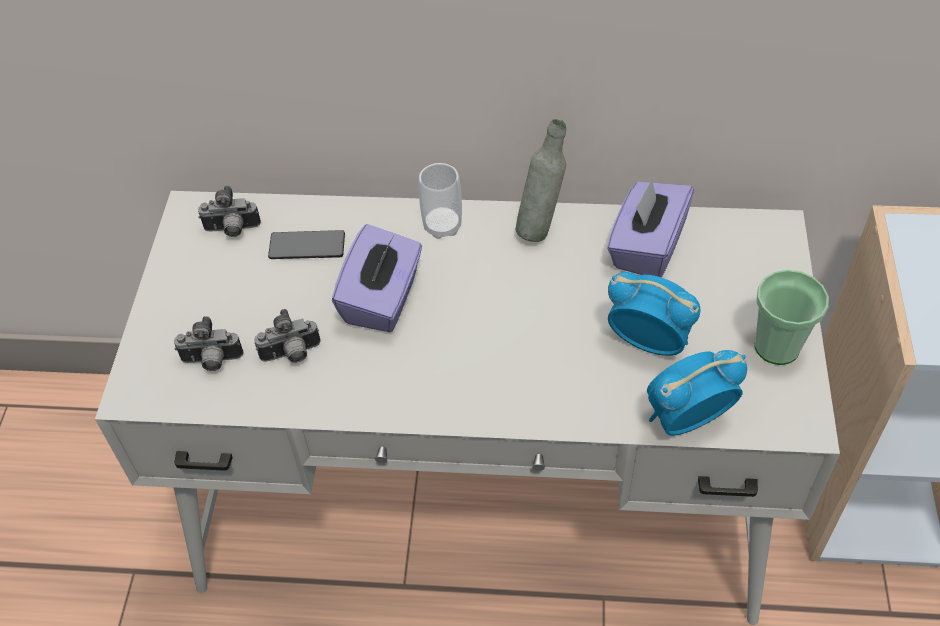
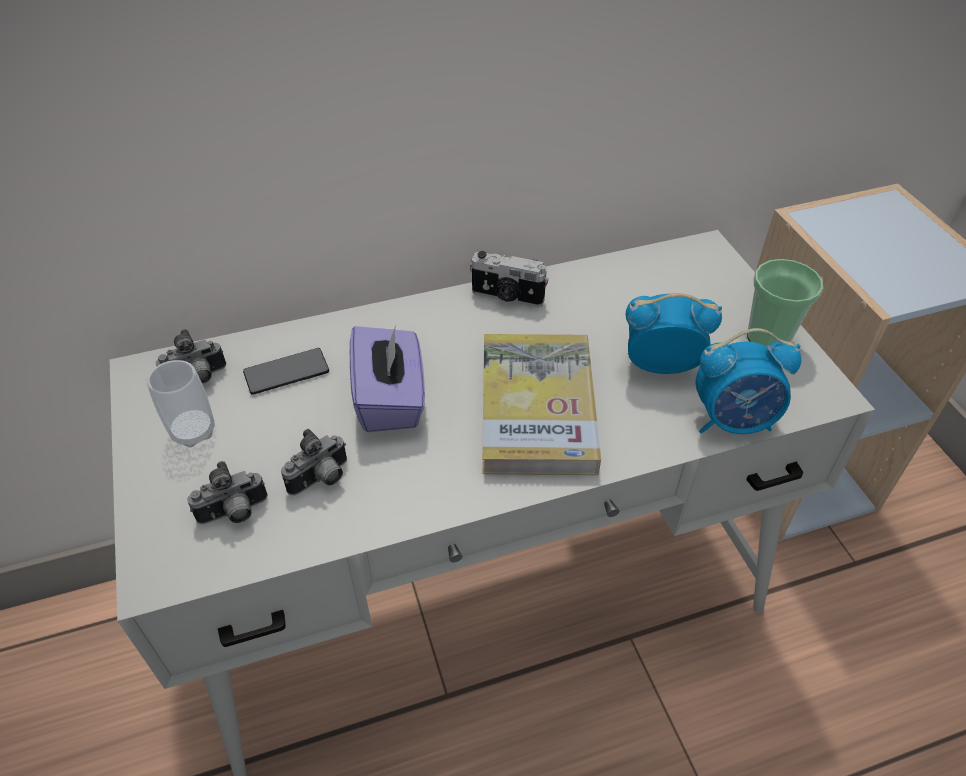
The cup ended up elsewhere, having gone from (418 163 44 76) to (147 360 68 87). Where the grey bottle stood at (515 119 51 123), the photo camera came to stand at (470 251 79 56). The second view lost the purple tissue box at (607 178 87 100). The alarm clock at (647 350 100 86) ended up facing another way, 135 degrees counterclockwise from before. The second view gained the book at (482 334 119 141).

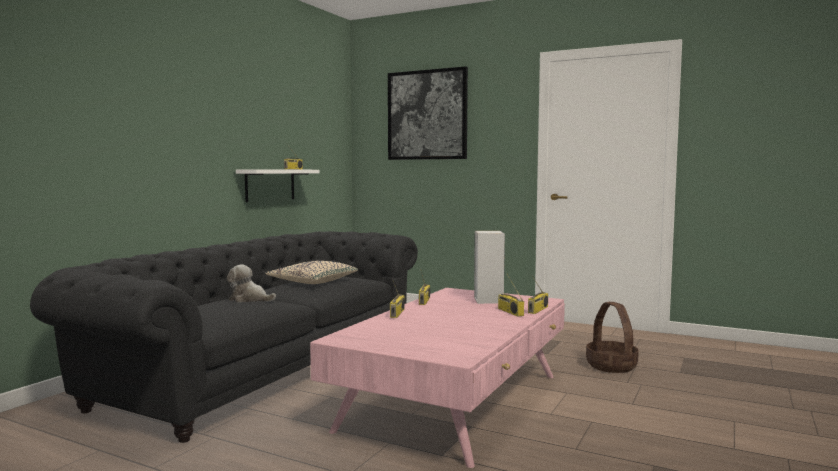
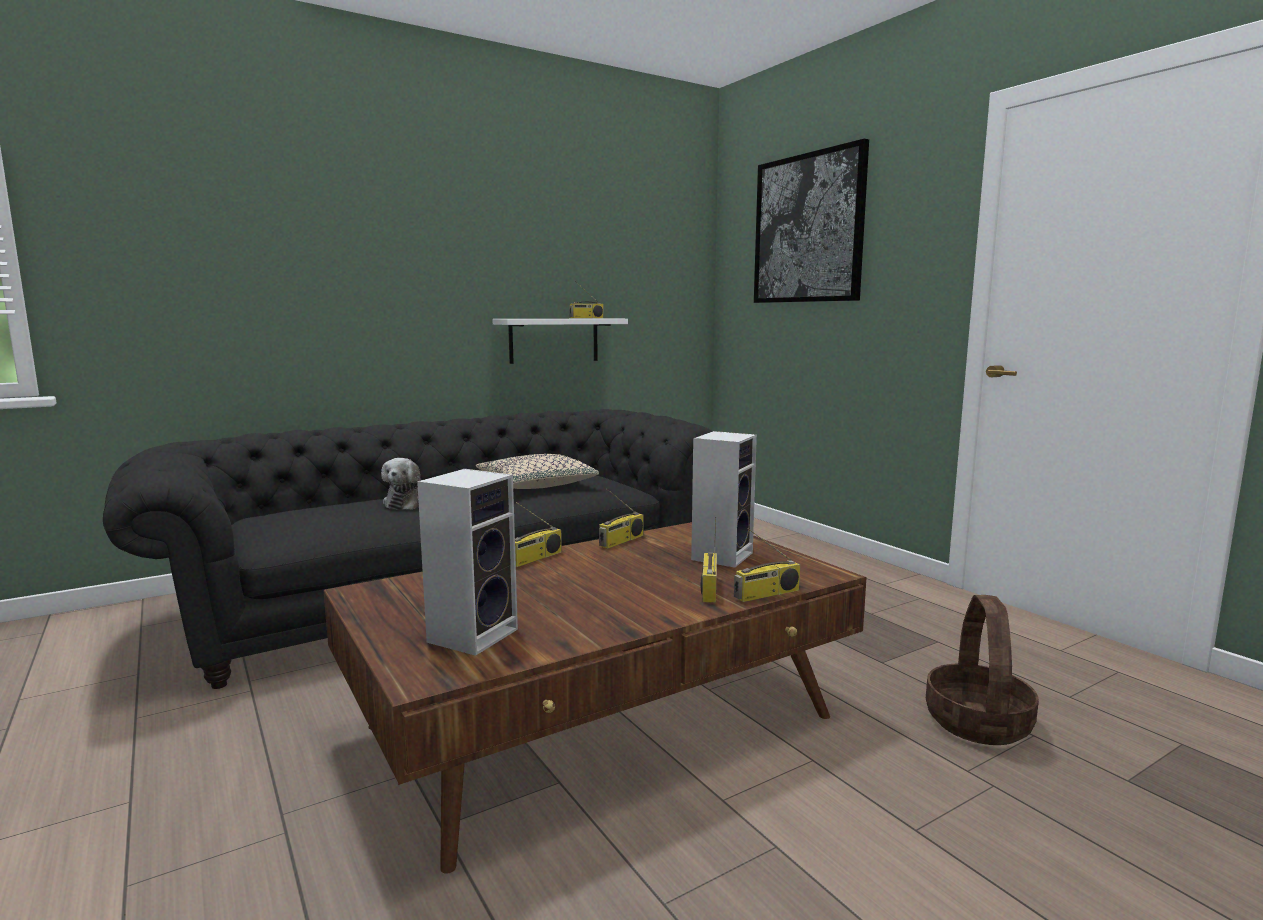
The plush toy at (227 264 49 38) ended up facing another way, 135 degrees counterclockwise from before. What was the pink coffee table at (310 288 255 180) turned into the brown coffee table at (324 522 543 352). The second view gained the speaker at (417 469 101 187).

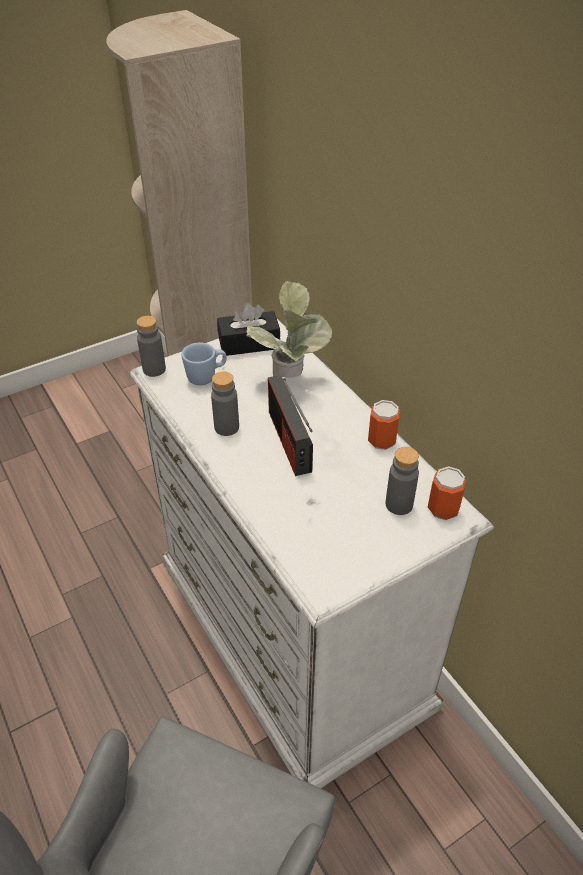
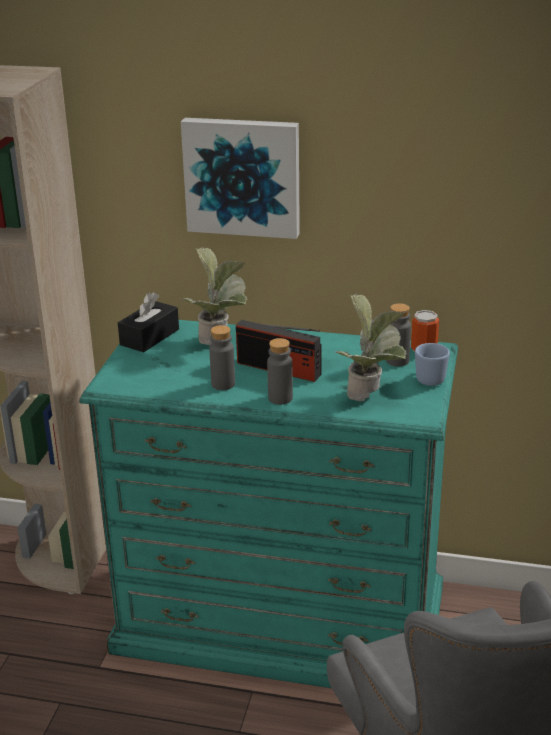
What was the white dresser at (129 319 365 469) turned into the turquoise dresser at (79 320 379 368). The grey bottle ended up elsewhere, having gone from (137 316 29 61) to (267 338 26 67). The blue mug ended up elsewhere, having gone from (181 343 46 42) to (415 343 35 43). The second view lost the can at (368 400 32 50). The second view gained the picture at (181 118 119 121). The second view gained the potted plant at (336 293 71 108).

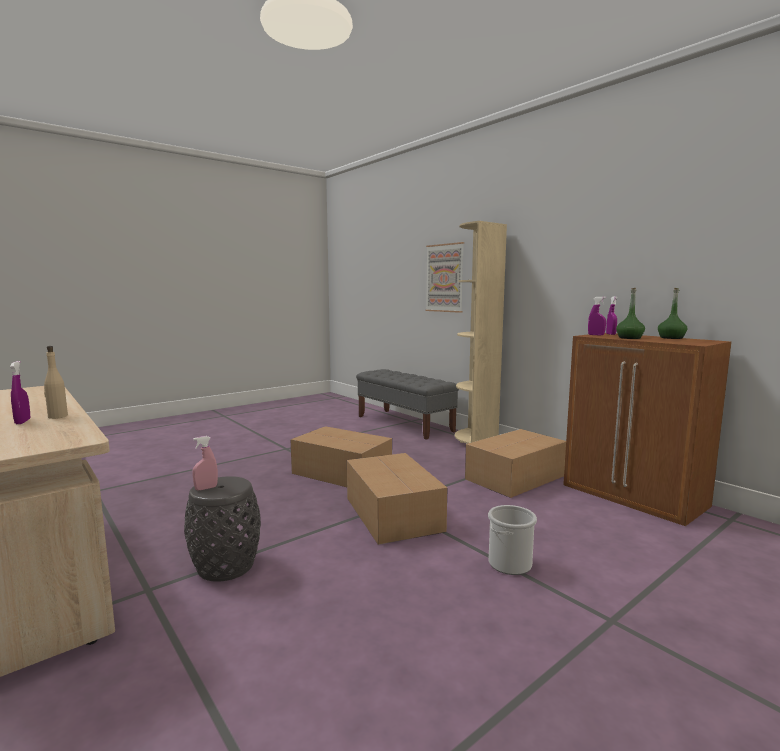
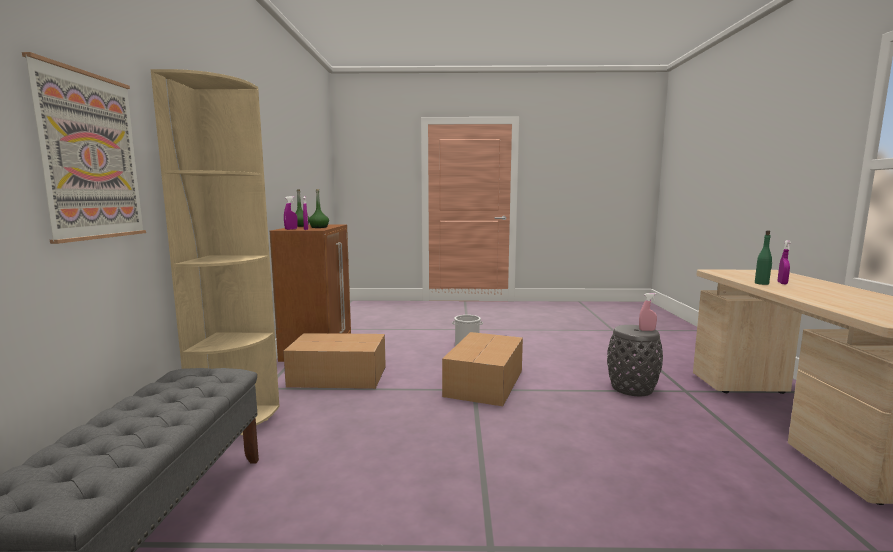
What was the beige bottle at (44 346 24 73) turned into the green bottle at (755 230 17 55). The second view lost the cardboard box at (290 426 102 61).

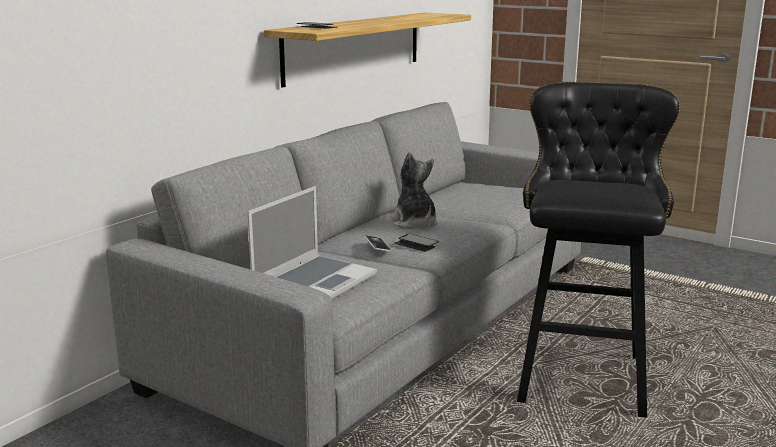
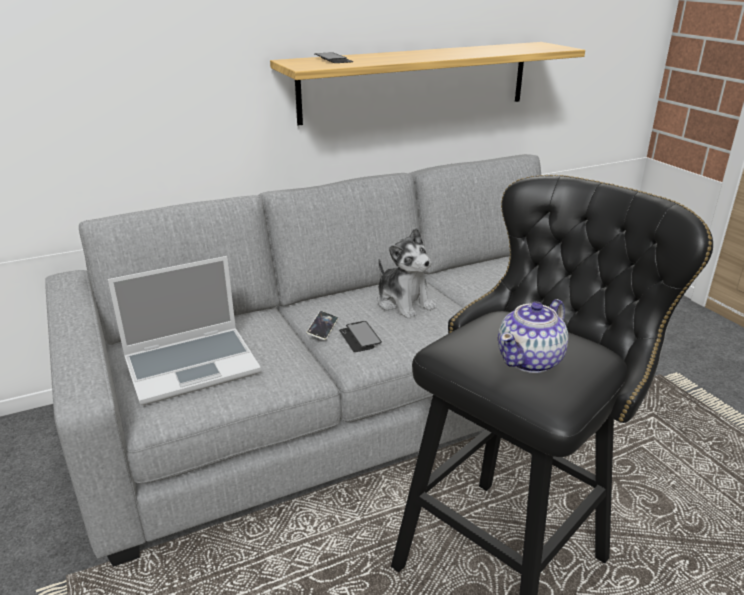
The plush toy at (391 152 47 77) ended up facing another way, 135 degrees clockwise from before. The second view gained the teapot at (498 299 71 74).

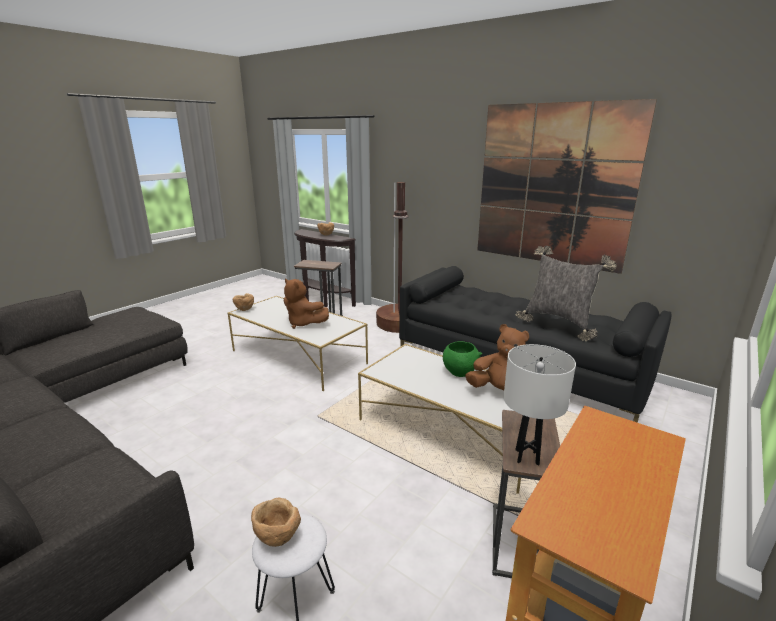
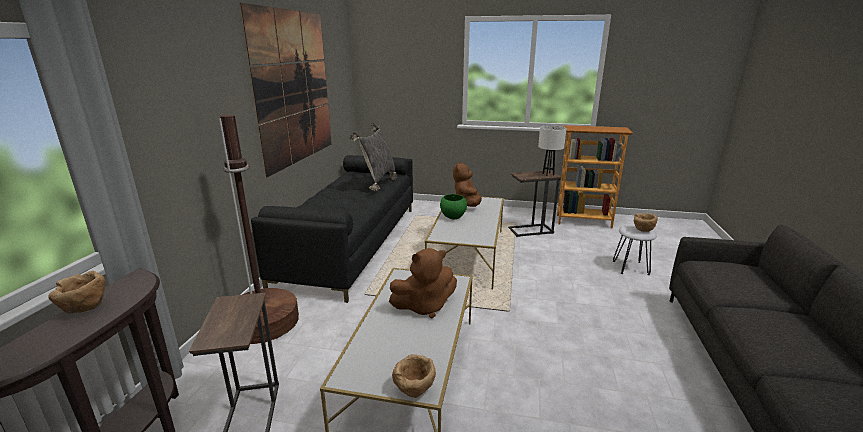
The brown plush toy at (284 279 45 50) ended up facing another way, 60 degrees clockwise from before.

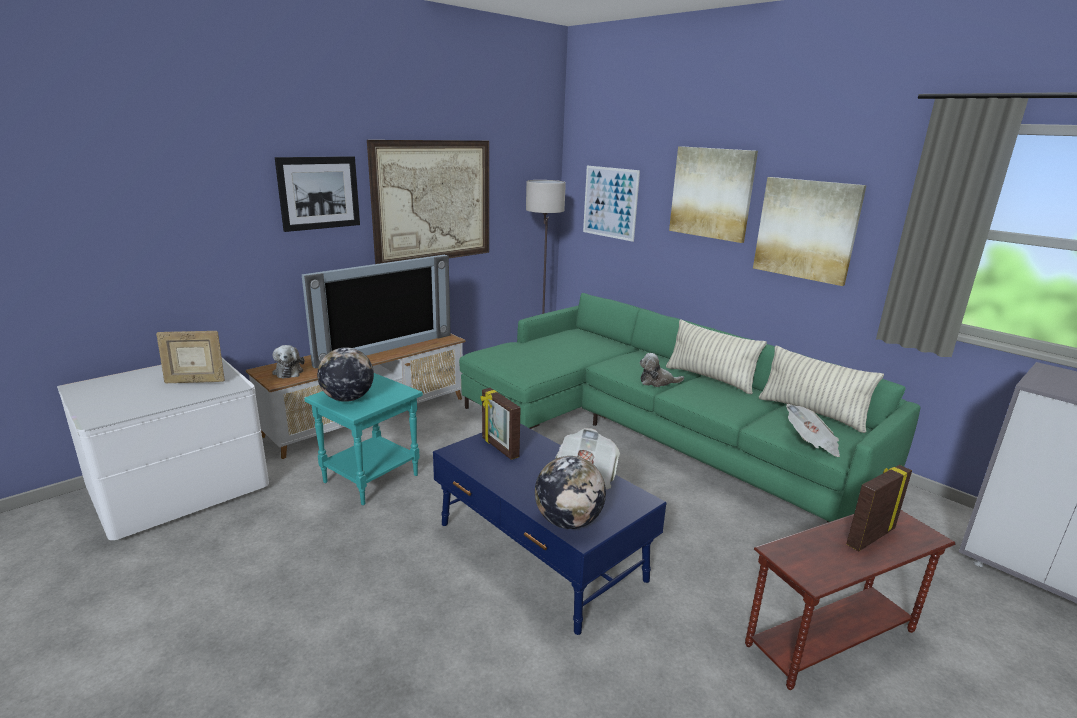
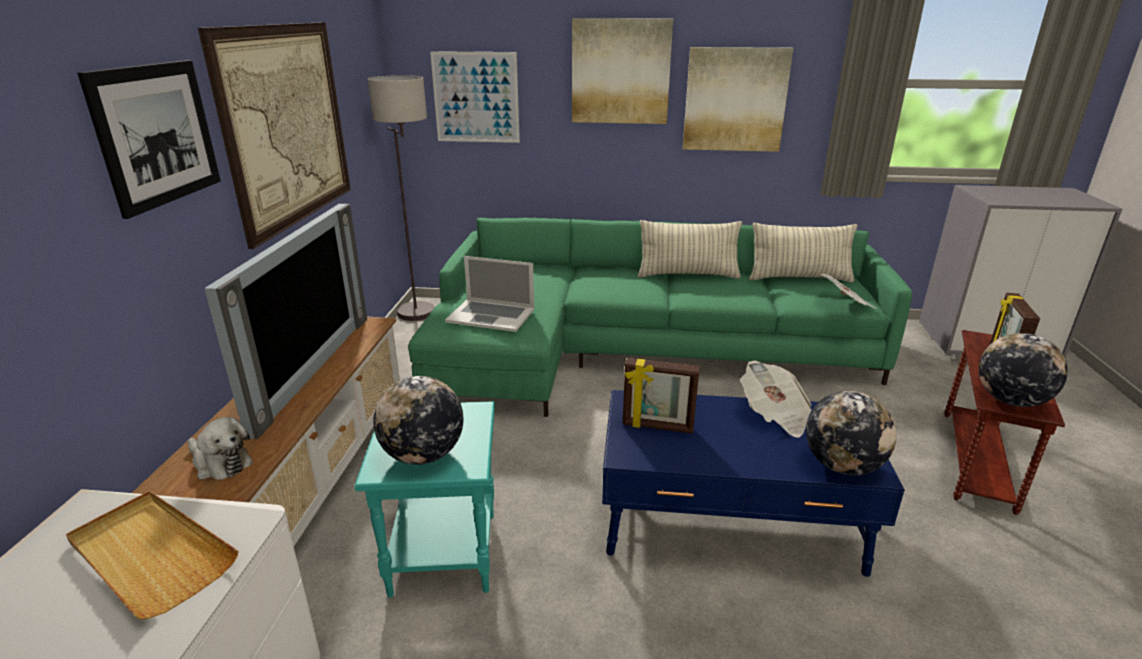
Where the picture frame stood at (156 331 69 52), the beige tray came to stand at (66 491 172 128). The second view lost the plush toy at (639 353 45 34). The second view gained the laptop at (445 256 89 76). The second view gained the globe at (979 333 89 74).

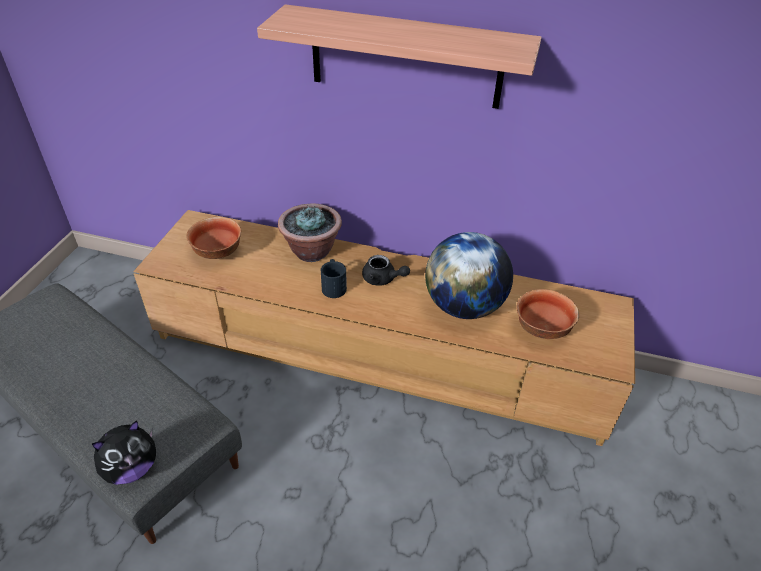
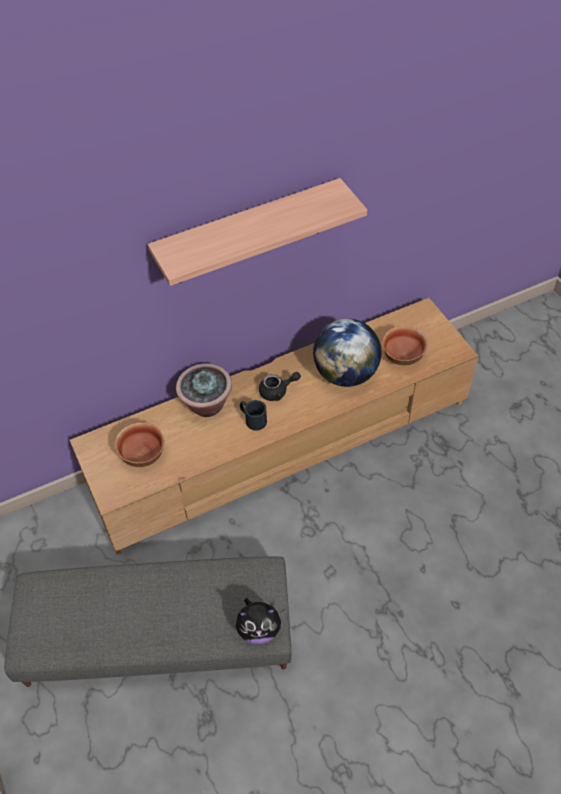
The plush toy at (92 420 64 65) ended up facing another way, 75 degrees clockwise from before.

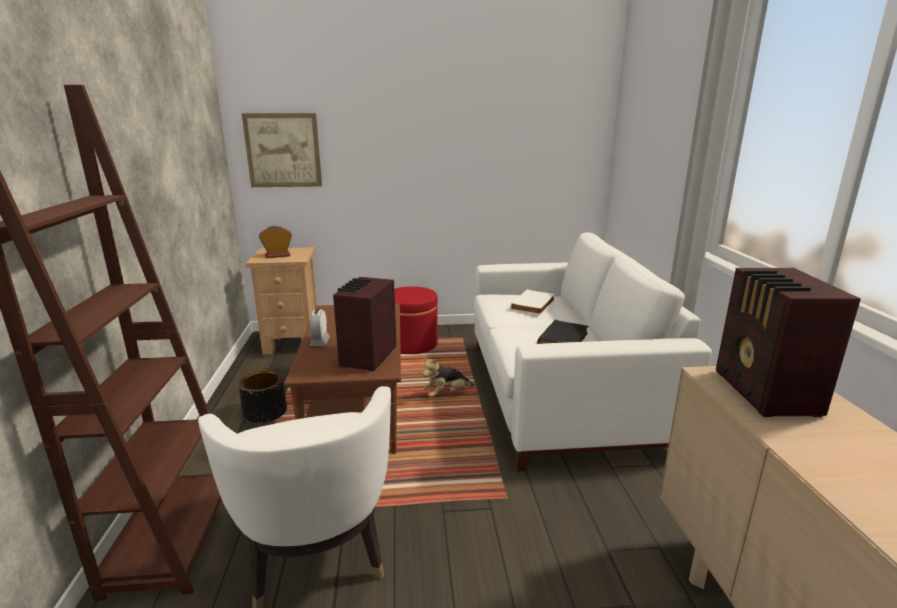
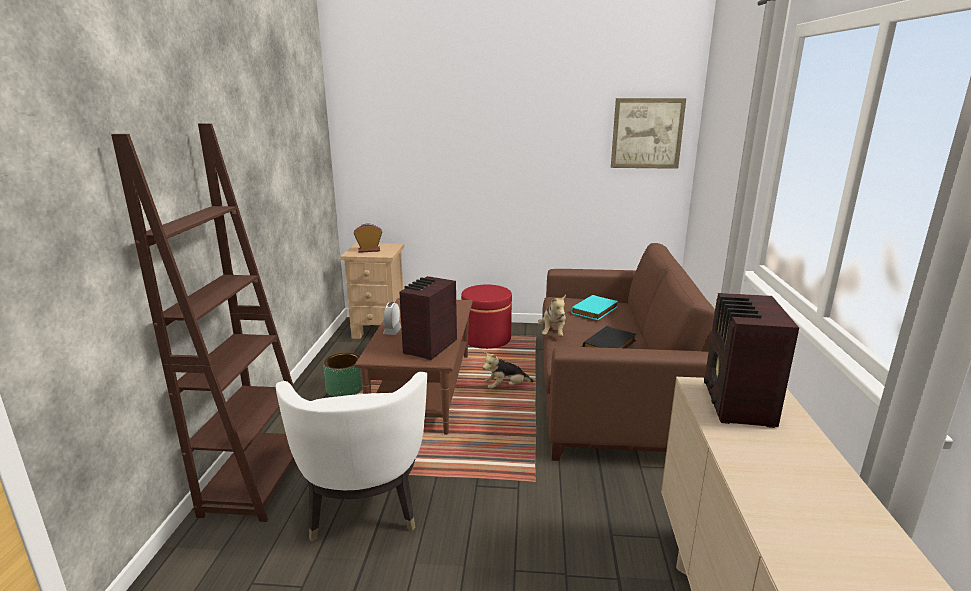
What was the black planter at (238 370 49 53) turned into the green planter at (323 353 39 44). The picture ended up elsewhere, having gone from (242 113 80 74) to (611 98 75 71). What was the white sofa at (474 232 238 239) turned into the brown sofa at (543 243 172 218). What was the white book at (510 289 45 26) turned into the turquoise book at (571 295 47 25). The second view gained the plush toy at (538 295 28 42).

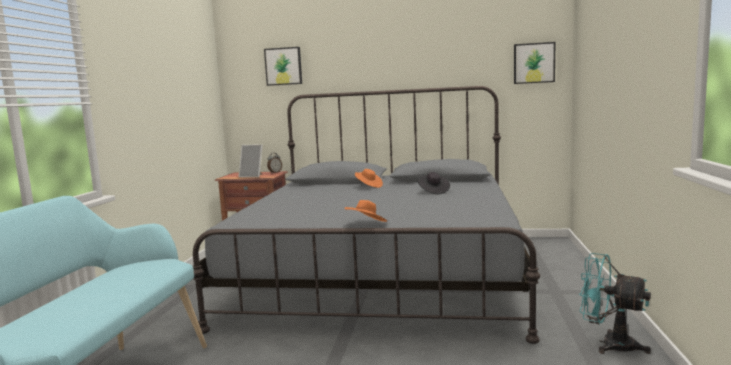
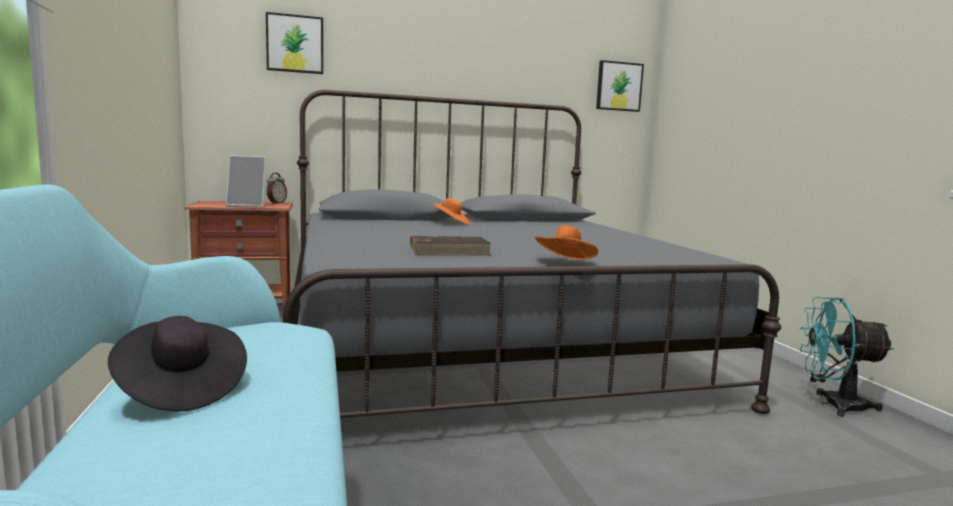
The black hat ended up elsewhere, having gone from (418 172 32 22) to (108 316 139 95). The second view gained the brown book at (410 236 82 19).

